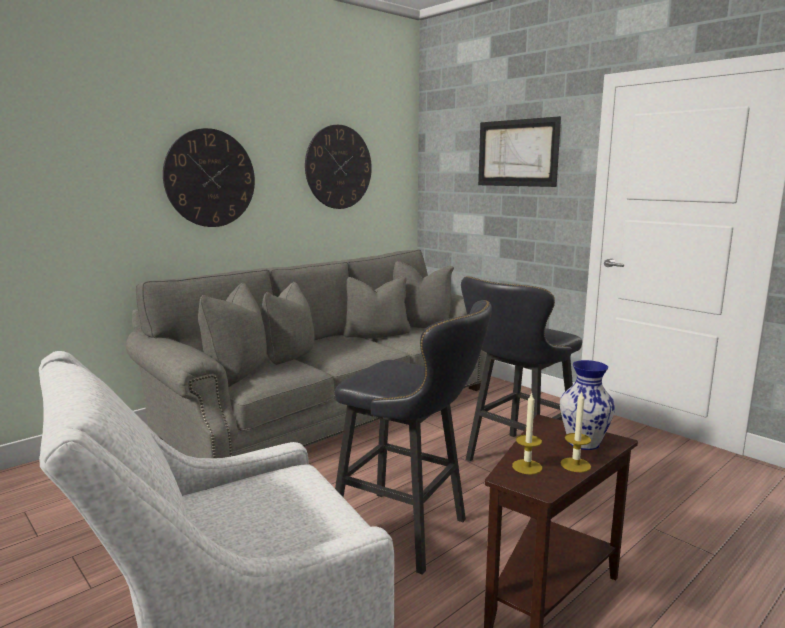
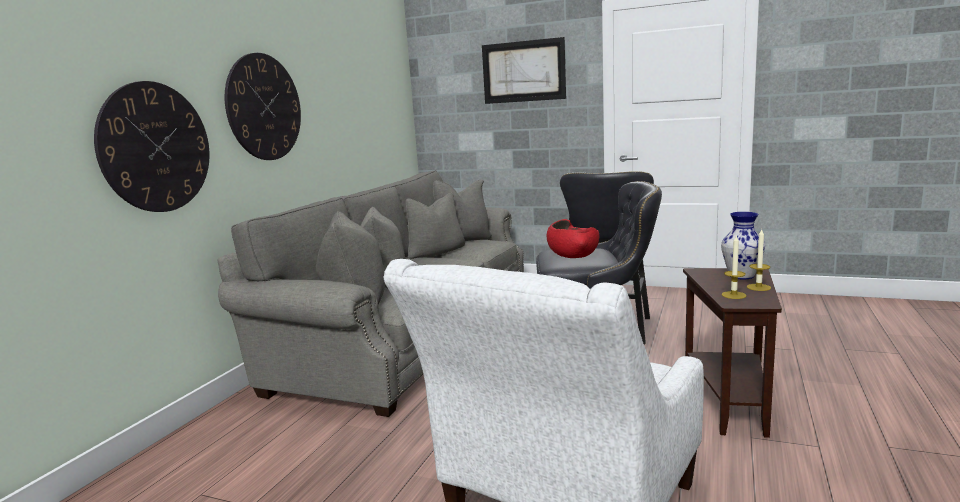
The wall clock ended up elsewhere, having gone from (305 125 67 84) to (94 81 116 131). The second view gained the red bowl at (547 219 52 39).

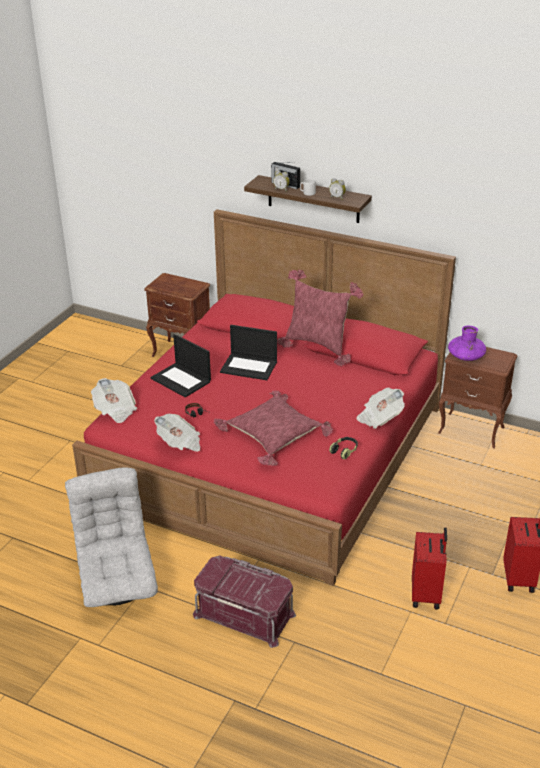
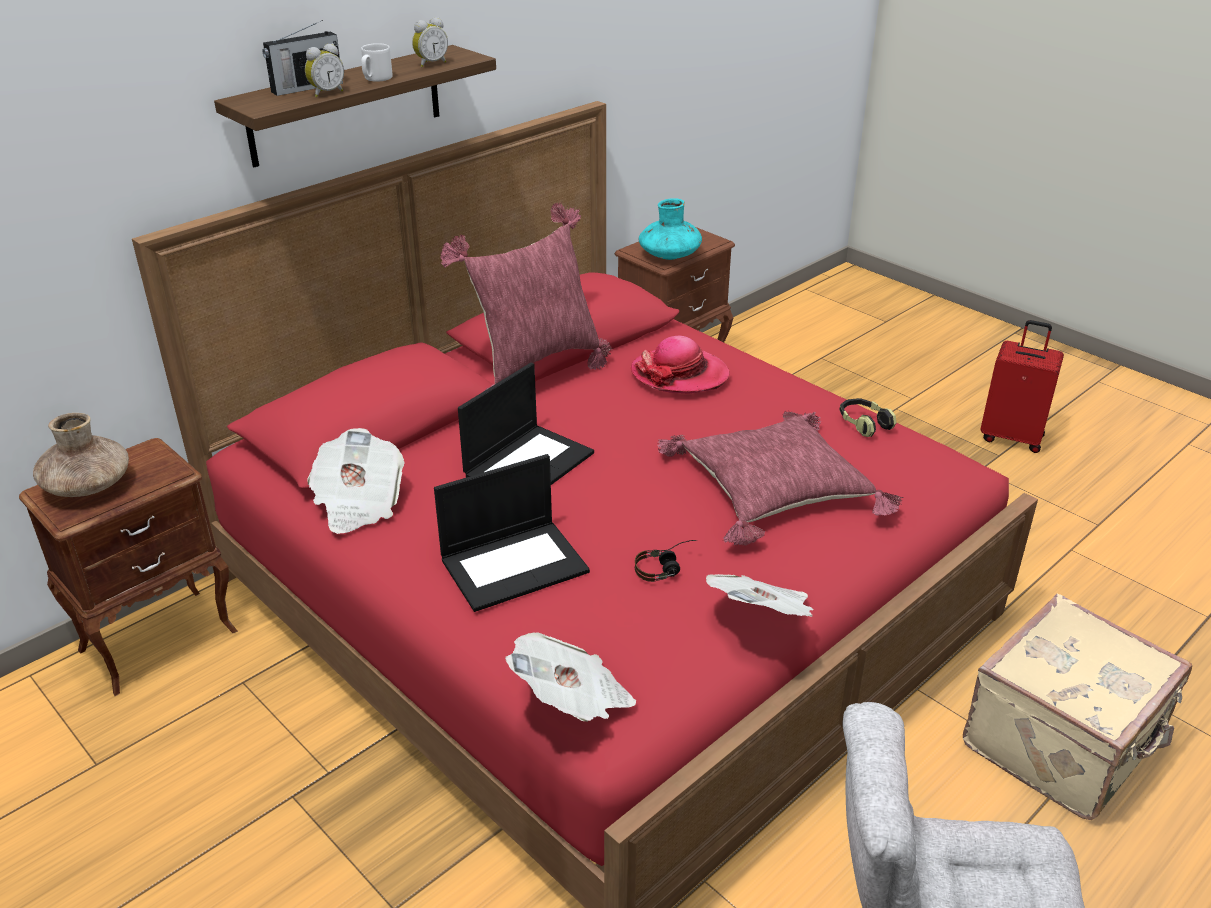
Where the red storage box stood at (193 556 103 92), the beige suitcase came to stand at (963 594 229 226). The newspaper ended up elsewhere, having gone from (356 388 49 41) to (307 428 98 106). The second view lost the red suitcase at (412 527 35 82). What was the purple vase at (448 326 38 35) turned into the turquoise vase at (639 198 63 62). The second view gained the brown vase at (33 413 96 84). The second view gained the hat at (630 336 100 58).

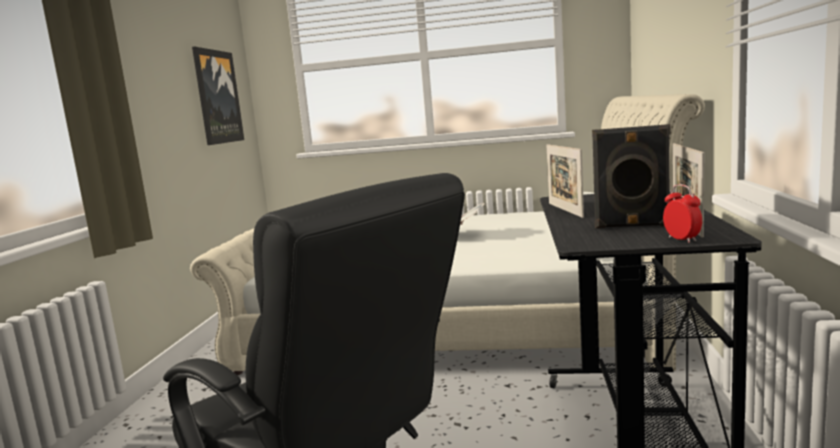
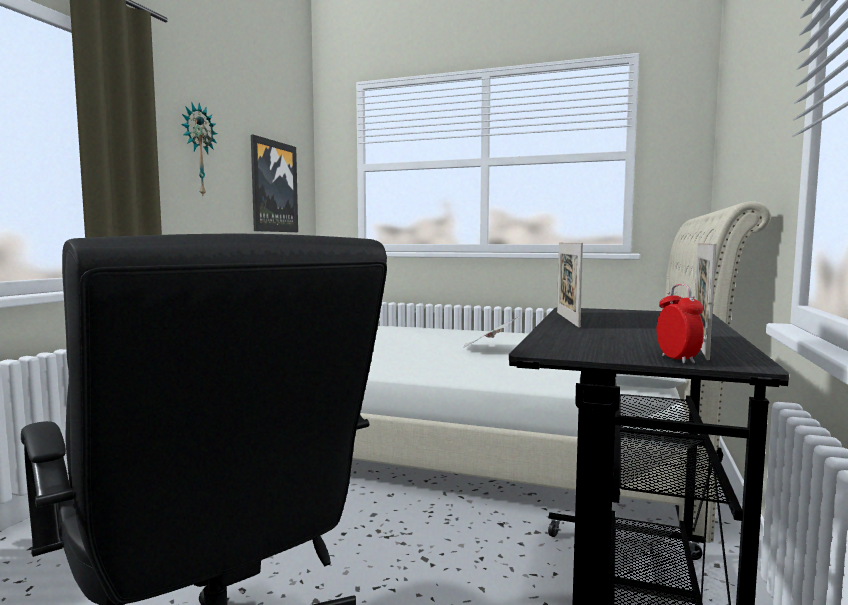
The second view lost the black speaker at (592 124 78 105). The second view gained the wall clock at (181 102 36 94).

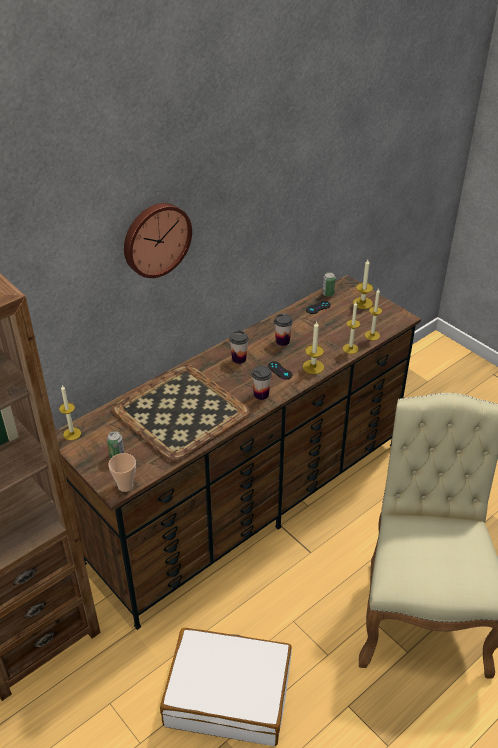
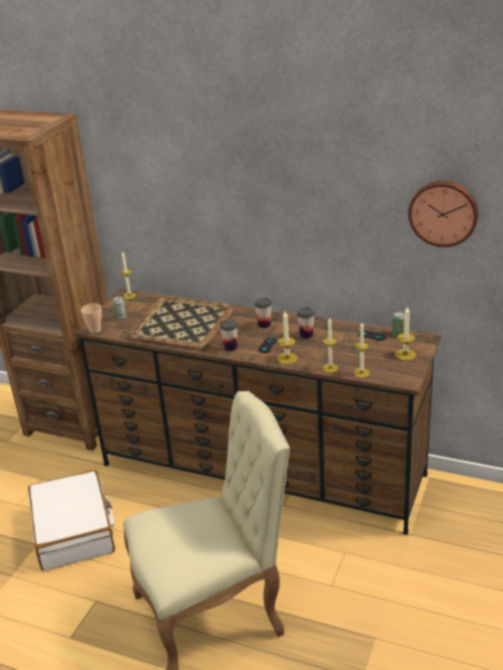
The wall clock ended up elsewhere, having gone from (124 203 68 75) to (408 181 70 66).

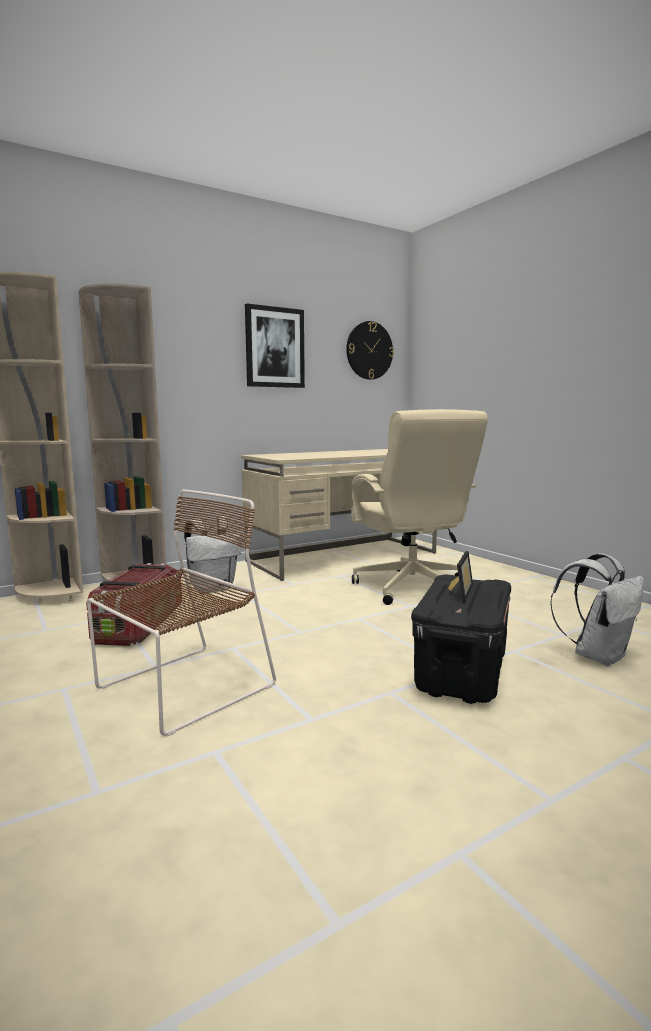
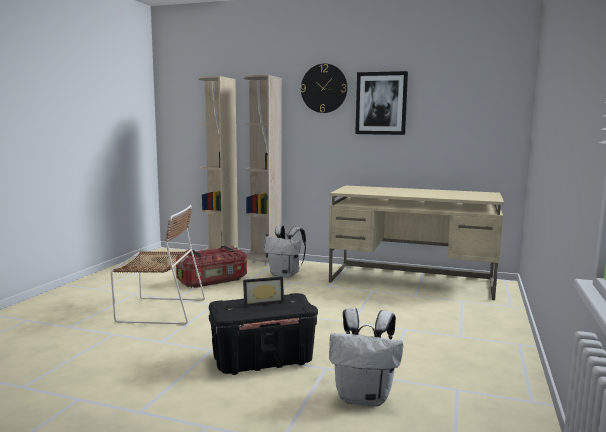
The wall clock ended up elsewhere, having gone from (346 321 48 59) to (301 64 47 49). The second view lost the beige office chair at (351 409 137 196).

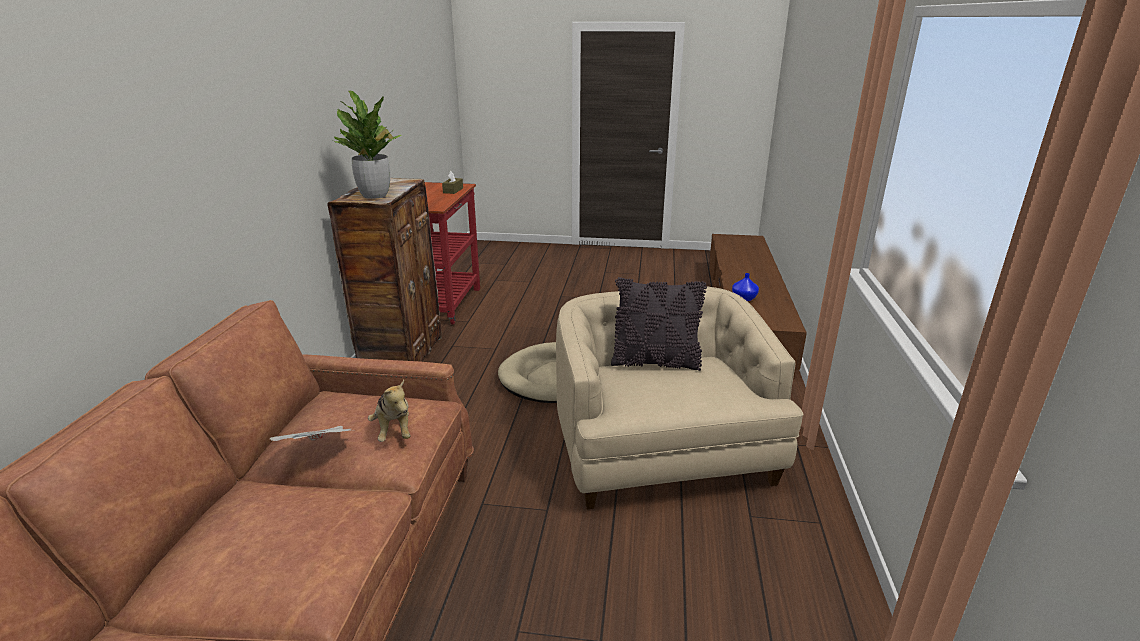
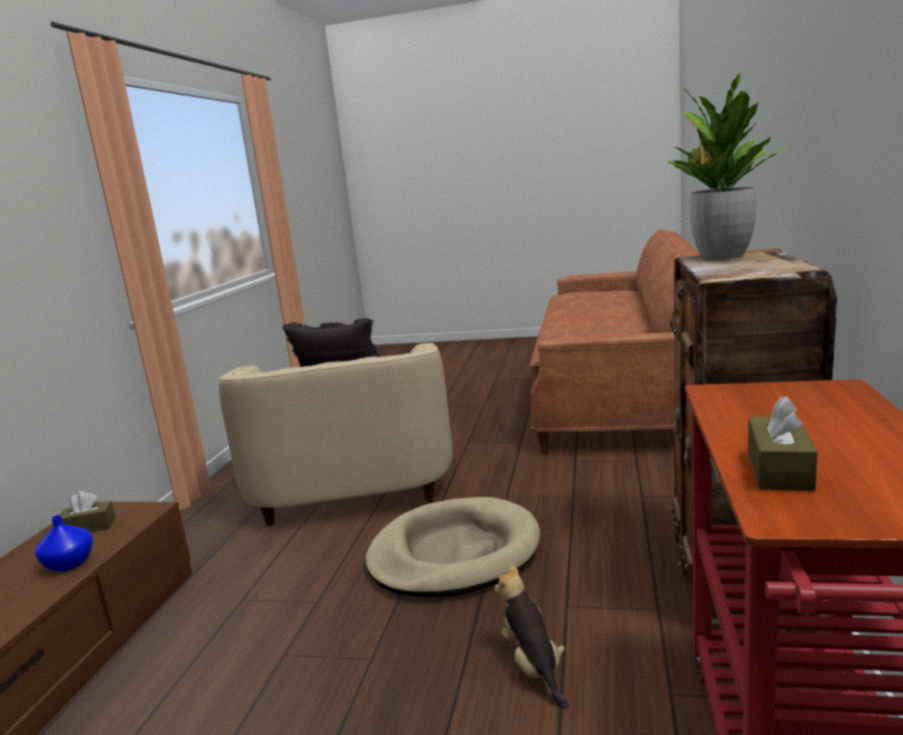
The second view lost the newspaper at (270 426 81 15). The plush toy ended up elsewhere, having gone from (368 380 43 62) to (495 563 74 146). The second view gained the brown tissue box at (60 491 56 41).

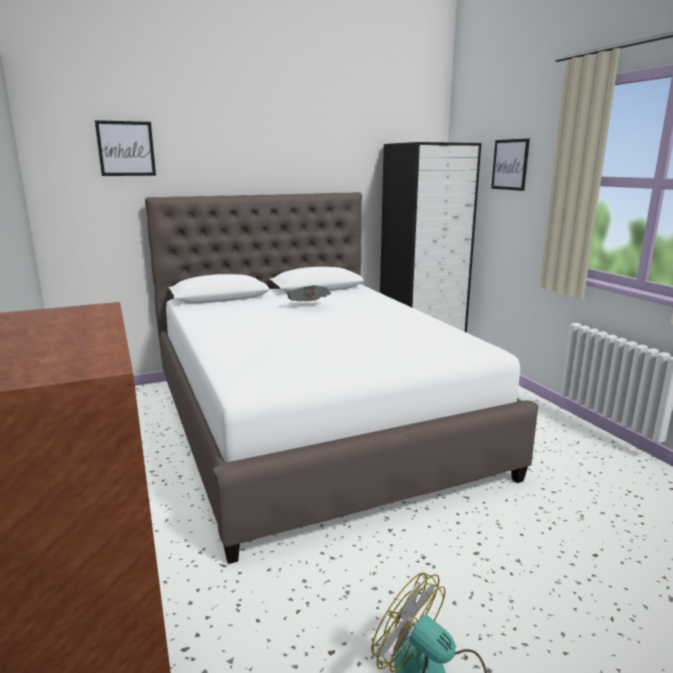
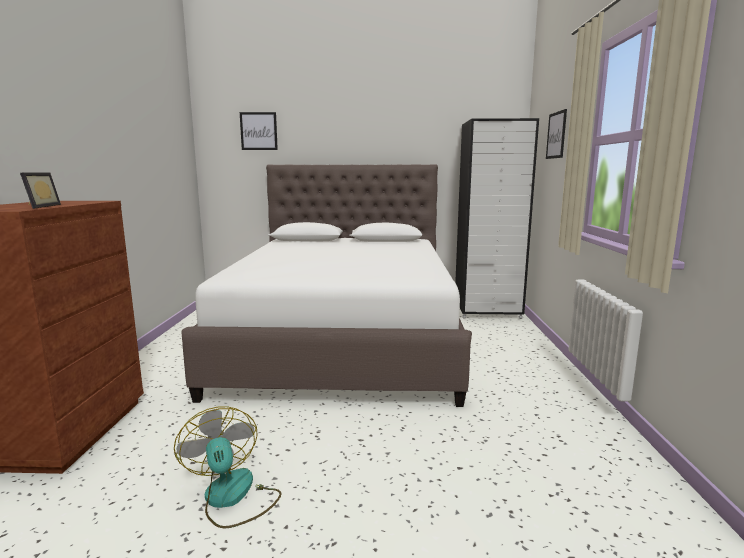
The second view lost the newspaper at (286 285 45 16). The second view gained the picture frame at (20 172 41 37).

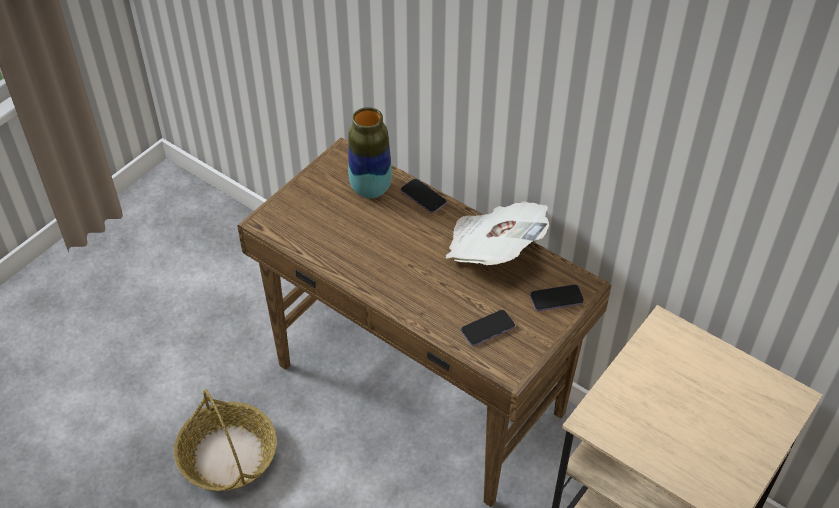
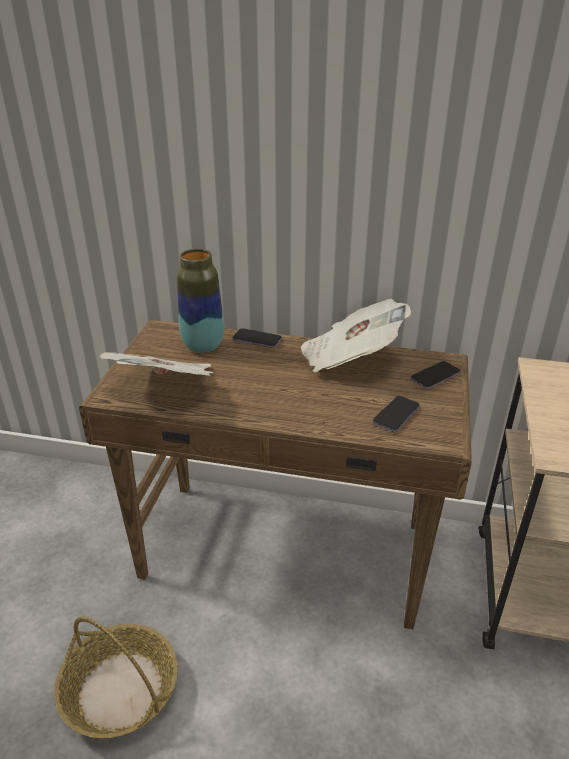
The second view gained the newspaper at (100 352 114 24).

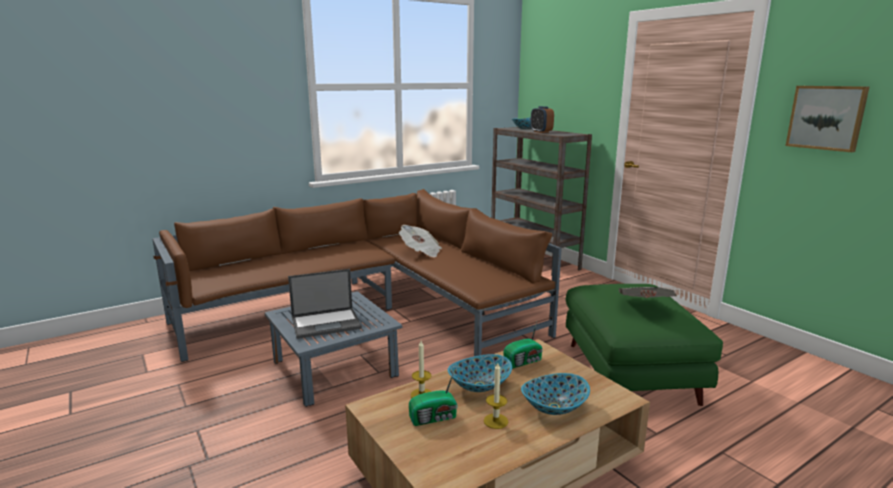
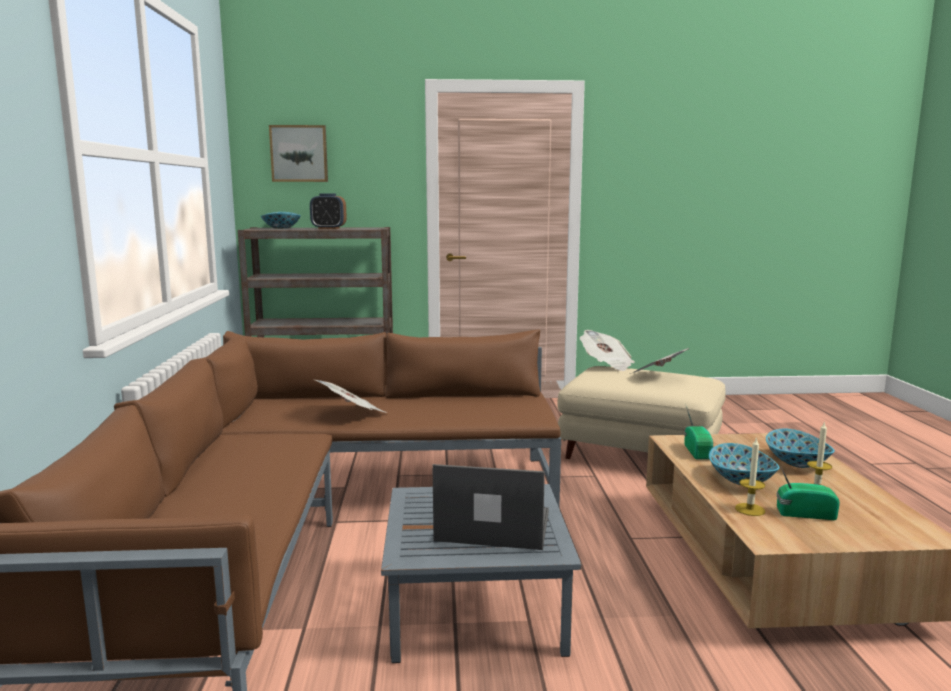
The laptop at (288 269 74 70) ended up facing another way, 90 degrees counterclockwise from before. The radio at (409 369 48 57) ended up facing another way, 90 degrees counterclockwise from before. What was the green ottoman at (566 284 157 122) turned into the beige ottoman at (557 366 169 94). The picture ended up elsewhere, having gone from (785 86 84 66) to (269 125 59 57). The second view gained the newspaper at (580 330 55 41).

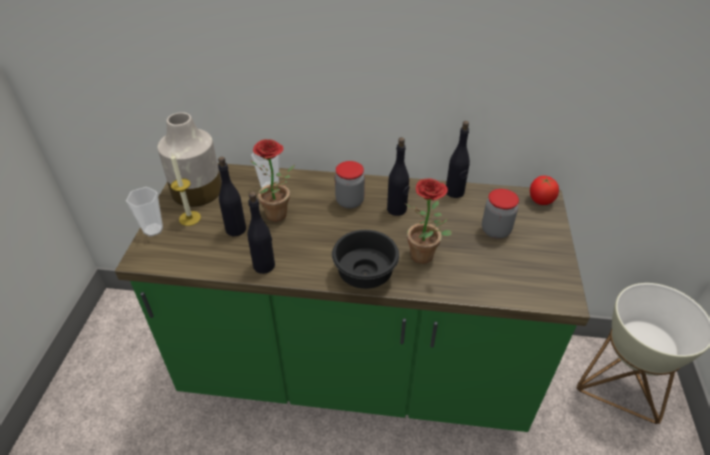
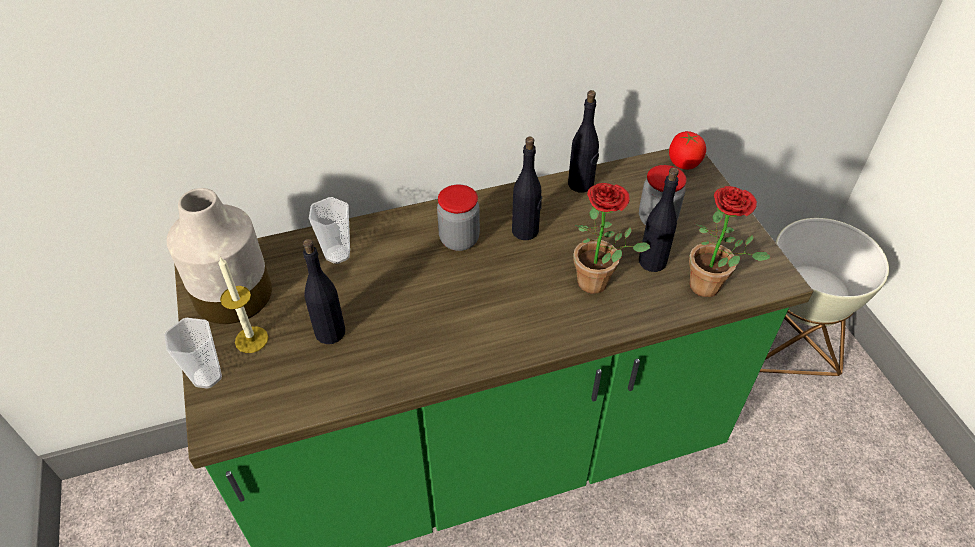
The black bottle ended up elsewhere, having gone from (247 192 28 82) to (639 167 40 105). The potted plant ended up elsewhere, having gone from (250 139 45 82) to (689 186 81 111). The second view lost the black bowl at (332 230 67 59).

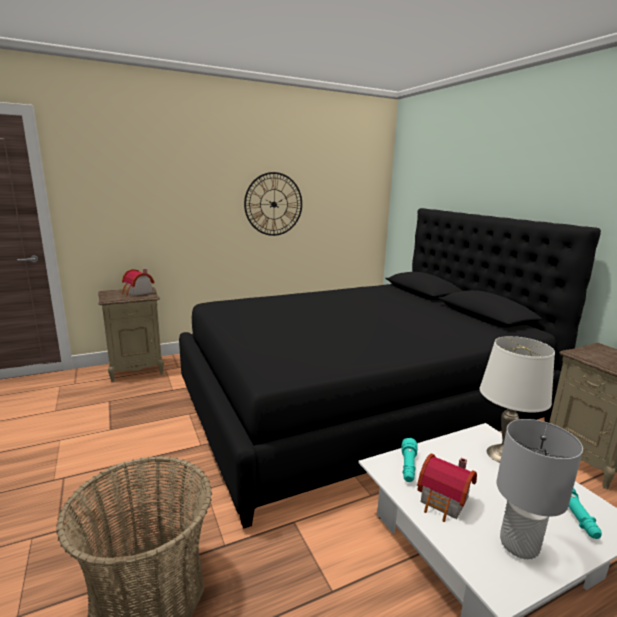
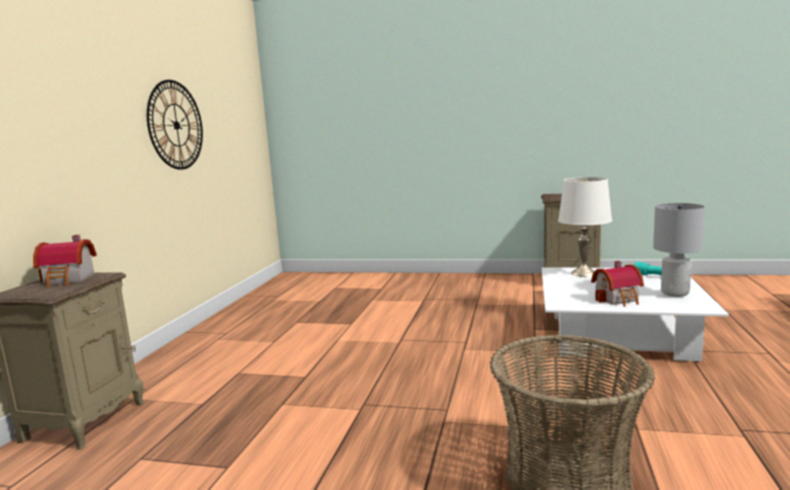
The second view lost the black bed at (179 208 422 321). The second view lost the turquoise flashlight at (401 438 17 44).

